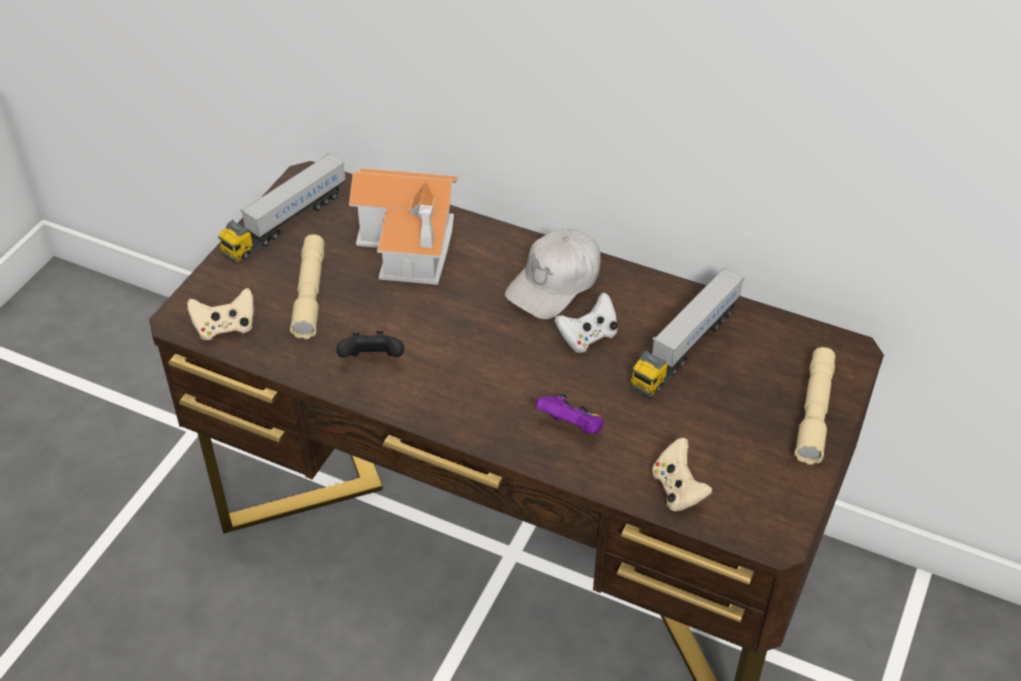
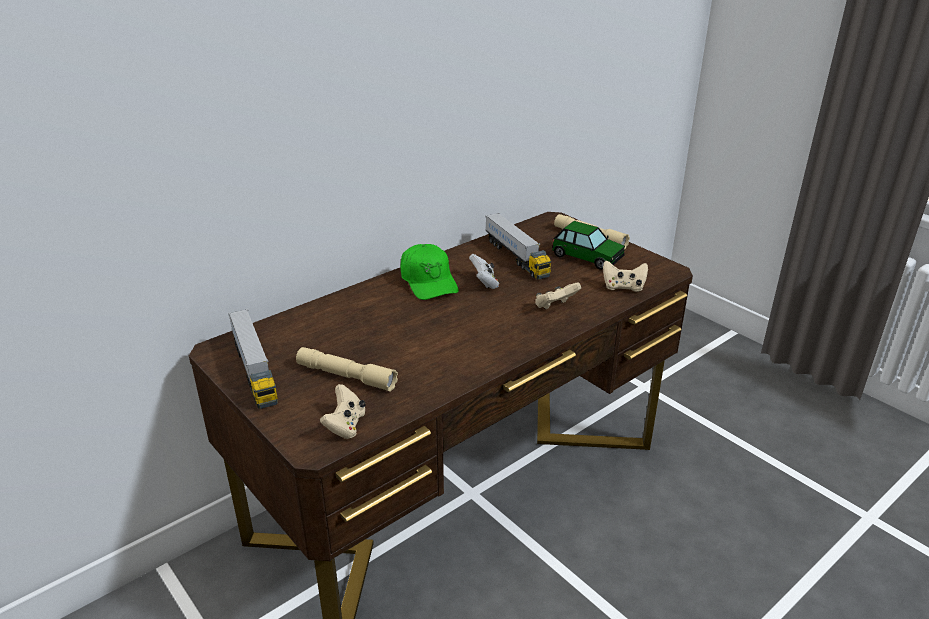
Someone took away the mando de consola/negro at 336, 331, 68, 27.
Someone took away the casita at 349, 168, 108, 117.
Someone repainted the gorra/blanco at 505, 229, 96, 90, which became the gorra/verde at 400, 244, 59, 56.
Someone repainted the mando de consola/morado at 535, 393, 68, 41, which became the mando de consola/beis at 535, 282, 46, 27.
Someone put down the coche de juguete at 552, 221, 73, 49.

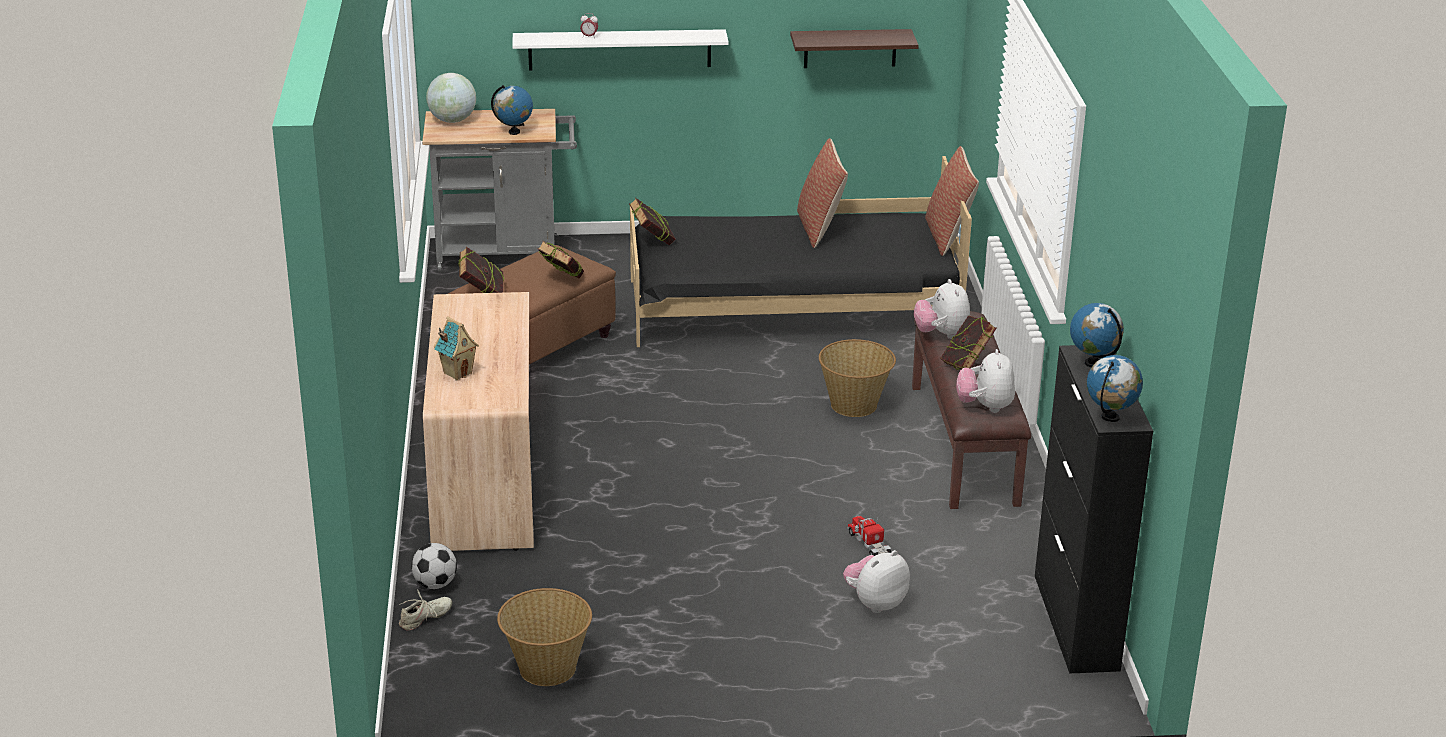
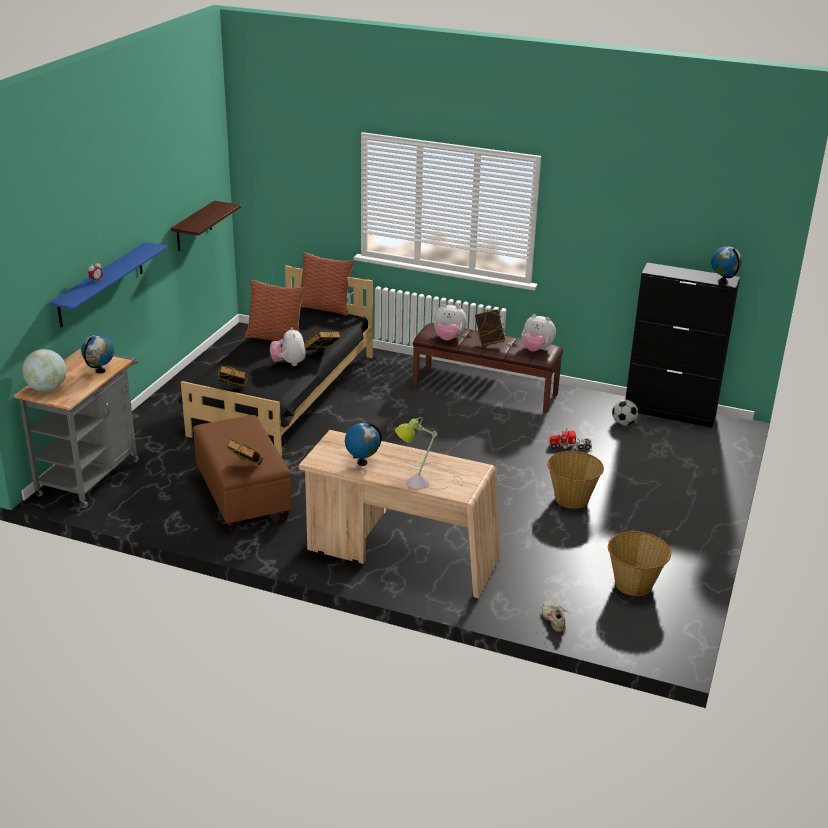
Someone carried the balón de fútbol from 412, 543, 45, 46 to 612, 400, 26, 26.
Someone swapped the casita at 434, 316, 45, 65 for the lámpara de mesa at 395, 417, 68, 72.
Someone repainted the estante/blanco at 512, 29, 217, 41, which became the estante/azul at 49, 242, 118, 85.
Someone carried the libro from 538, 241, 46, 38 to 304, 330, 37, 21.
Someone carried the cesta from 819, 339, 77, 78 to 547, 451, 57, 58.
Someone carried the peluche from 843, 550, 67, 63 to 270, 327, 36, 39.
Someone carried the globo terráqueo from 1070, 303, 54, 64 to 345, 423, 37, 43.

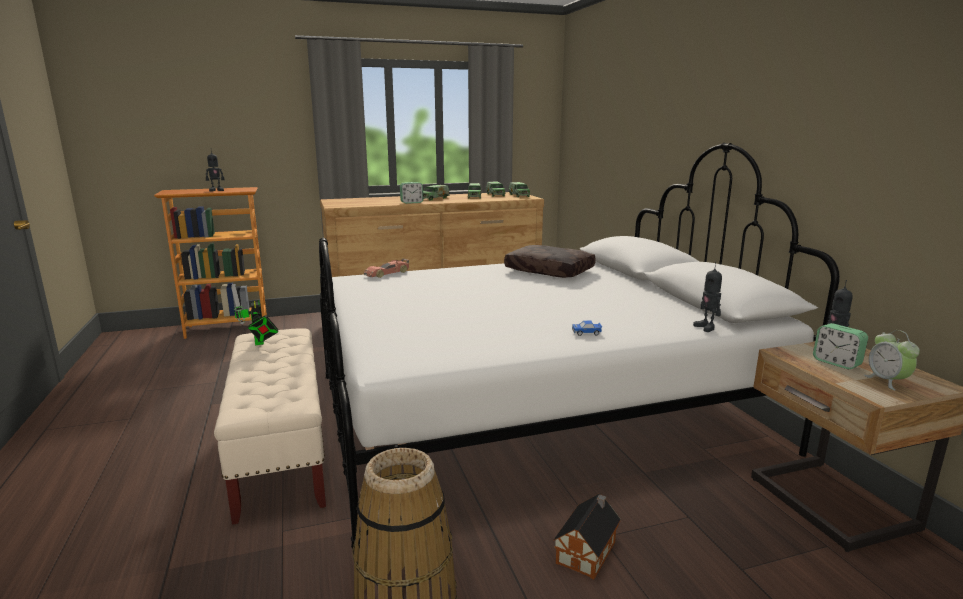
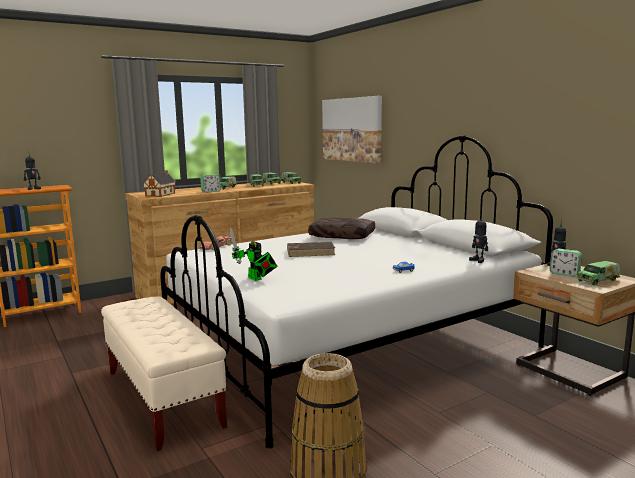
Someone carried the robot de juguete from 231, 284, 48, 61 to 229, 227, 48, 54.
Someone carried the casita from 553, 494, 68, 85 to 143, 171, 33, 26.
Someone swapped the despertador at 864, 330, 56, 61 for the camión de juguete at 577, 261, 43, 24.
Someone put down the libro/marrón at 287, 242, 48, 15.
Someone put up the cuadro at 322, 96, 60, 67.

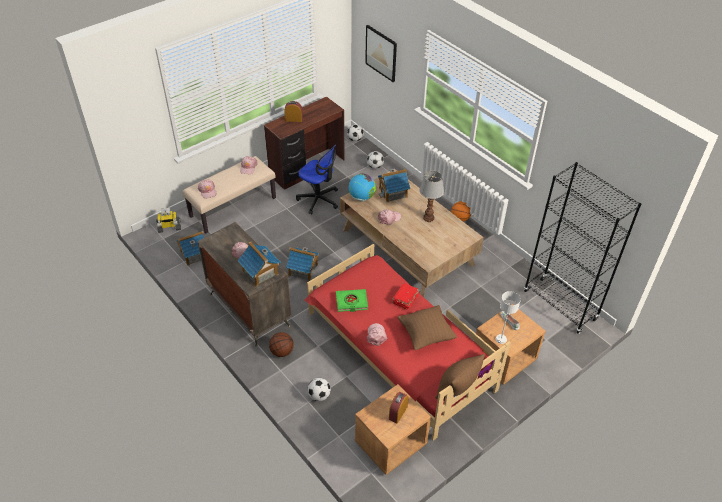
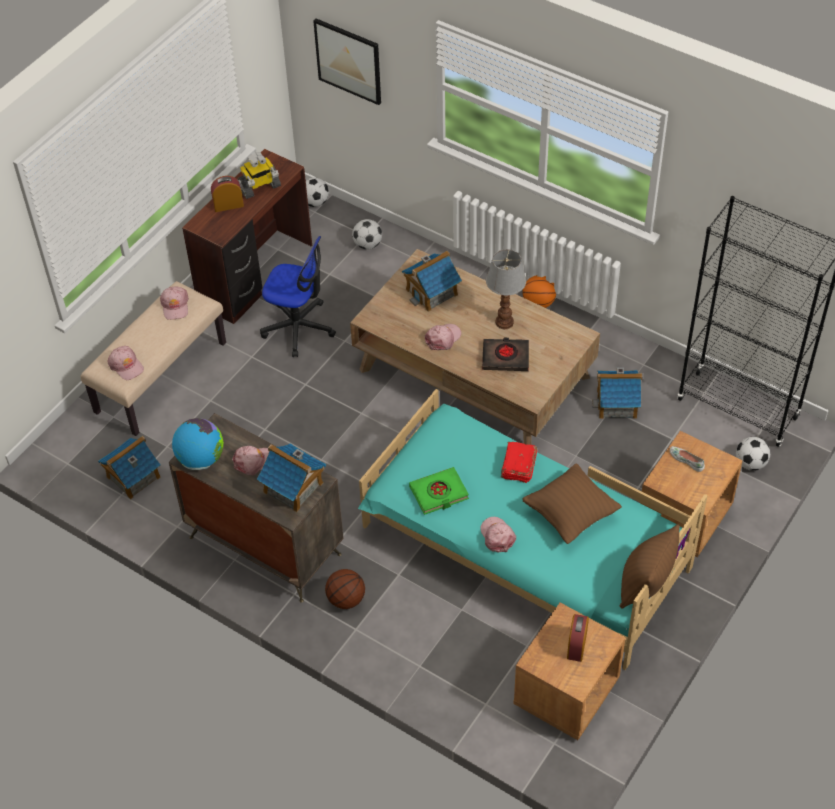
Someone carried the robot de juguete from 156, 208, 25, 25 to 237, 152, 44, 47.
Someone carried the casita from 286, 247, 33, 34 to 592, 368, 51, 51.
Someone repainted the cama/rojo at 305, 244, 206, 197, which became the cama/turquesa at 358, 389, 350, 281.
Someone carried the balón de fútbol from 307, 378, 24, 23 to 736, 437, 34, 34.
Someone carried the globo terráqueo from 349, 173, 27, 28 to 172, 418, 52, 52.
Someone took away the lámpara de mesa/gris at 496, 291, 25, 53.
Someone put down the libro/negro at 482, 338, 47, 33.

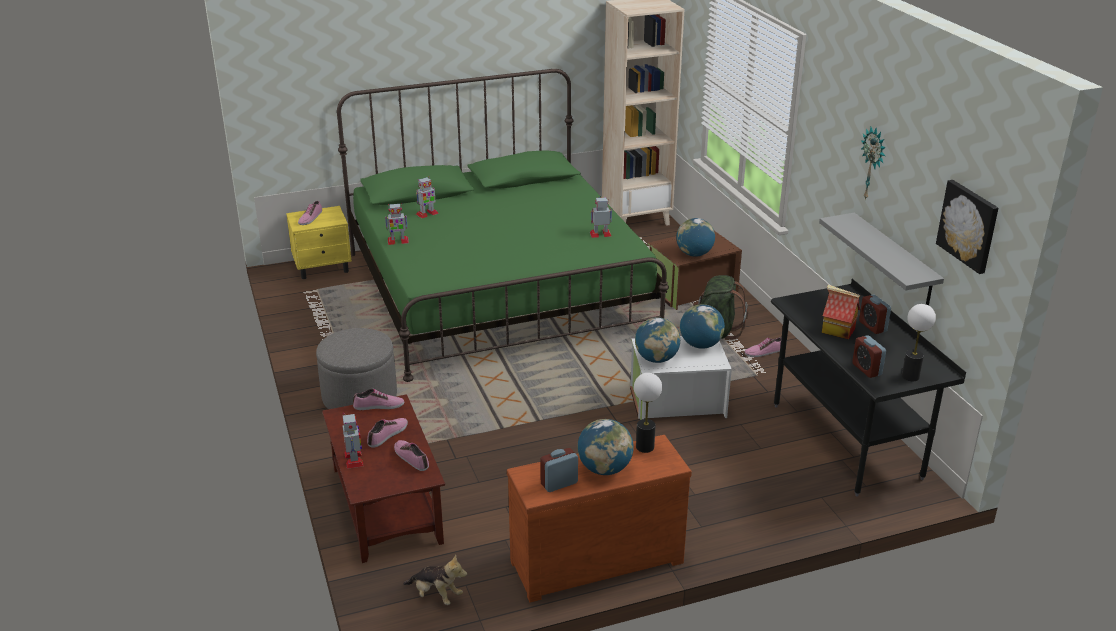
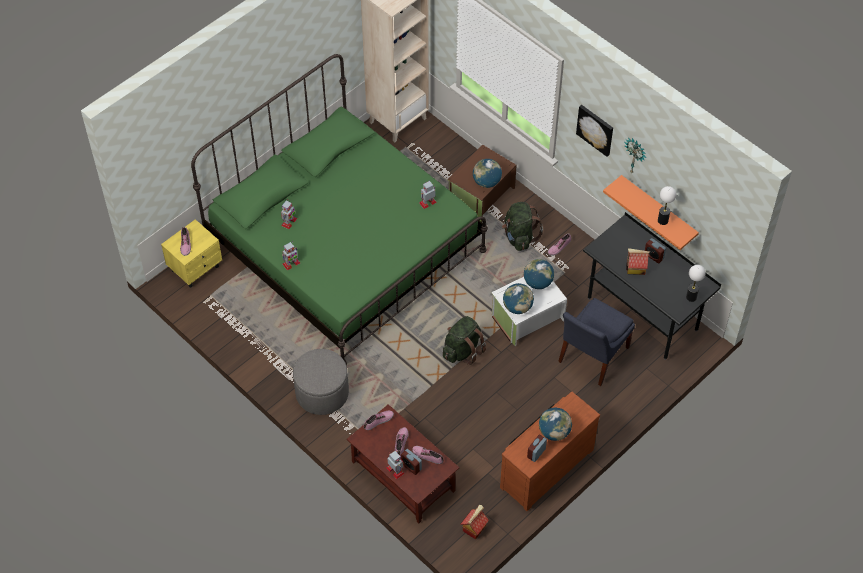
Someone swapped the peluche at 403, 554, 64, 51 for the casita at 461, 505, 28, 34.
Someone carried the lámpara de mesa from 634, 373, 28, 80 to 658, 186, 18, 39.
Someone repainted the estante/gris at 819, 213, 125, 92, which became the estante/naranja at 603, 175, 96, 75.
Someone carried the despertador from 852, 335, 34, 43 to 401, 449, 21, 26.
Someone carried the cuadro from 936, 180, 63, 94 to 576, 105, 37, 52.
Someone put down the mochila/verde at 443, 316, 43, 49.
Someone put down the silla/azul at 558, 298, 77, 88.

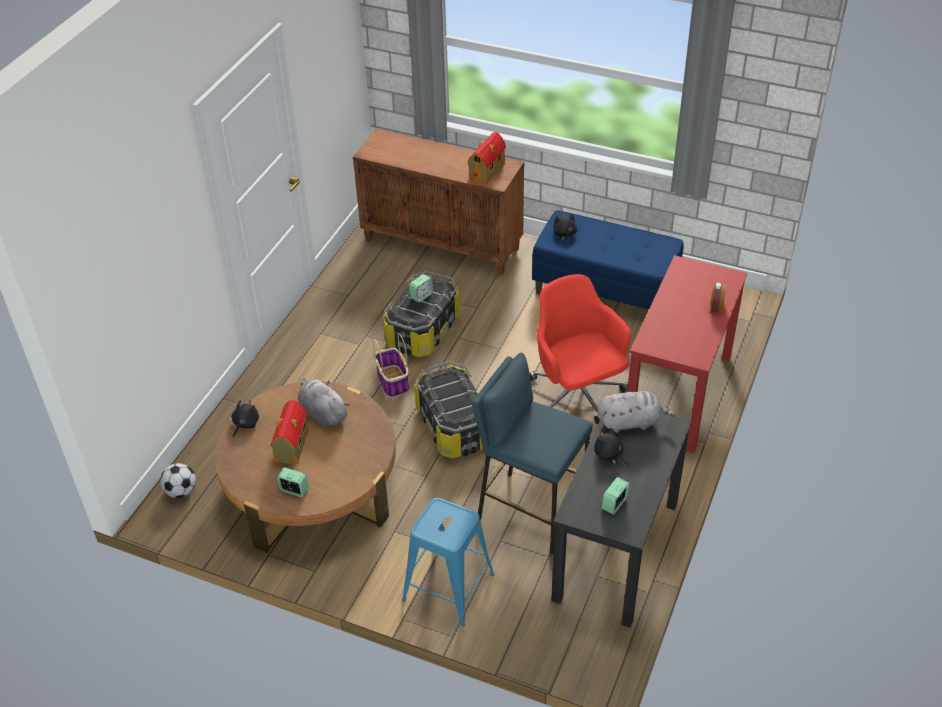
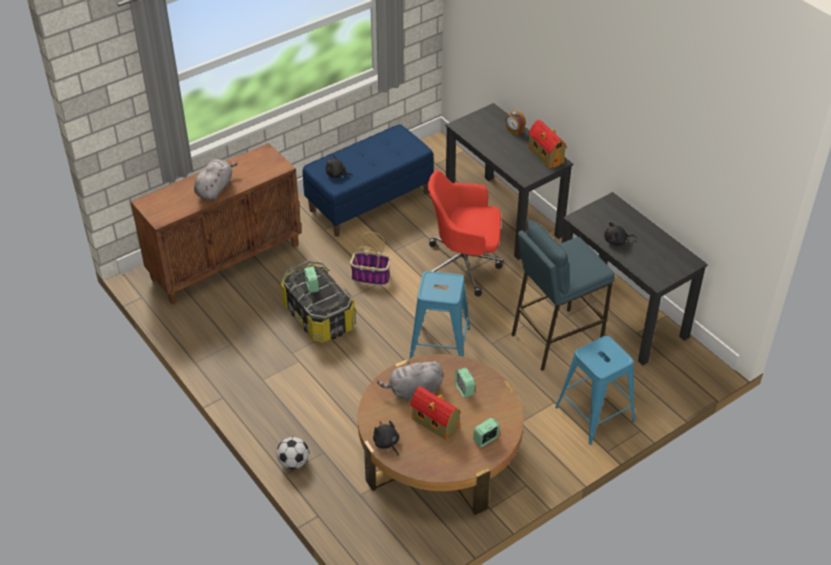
Someone carried the balón de fútbol from 160, 463, 36, 35 to 277, 437, 32, 32.
Someone carried the cesta from 373, 333, 36, 65 to 350, 232, 40, 53.
Someone swapped the caja de almacenaje at 414, 361, 69, 98 for the taburete/azul at 409, 271, 61, 88.
Someone carried the casita from 468, 132, 38, 52 to 528, 120, 39, 48.
Someone carried the peluche/gris from 598, 391, 77, 42 to 194, 159, 44, 41.
Someone carried the despertador from 602, 477, 27, 38 to 455, 368, 20, 30.
Someone repainted the escritorio/rojo at 627, 255, 120, 198, which became the escritorio/negro at 445, 103, 128, 157.

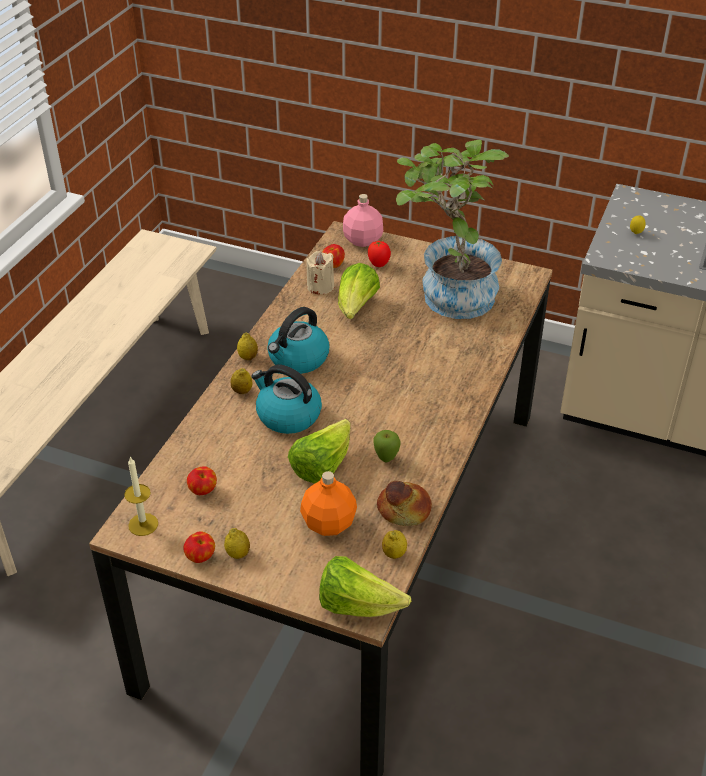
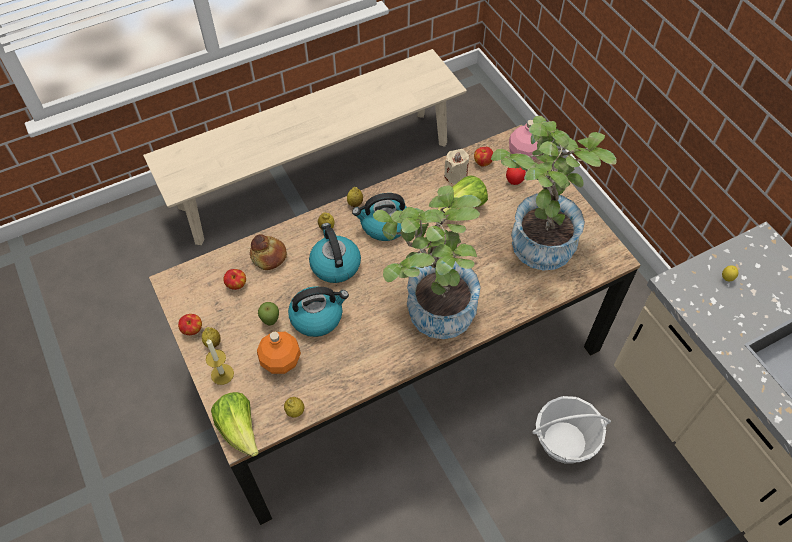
Someone carried the vela from 124, 456, 34, 80 to 206, 339, 28, 46.
Someone swapped the lechuga at 288, 419, 63, 65 for the hervidor at 288, 286, 61, 51.
Someone carried the manzana from 373, 430, 27, 32 to 258, 302, 21, 24.
Someone carried the pan from 377, 481, 55, 45 to 250, 234, 37, 36.
Someone put down the planta en maceta at 373, 185, 108, 154.
Someone put down the cesta at 532, 396, 79, 68.

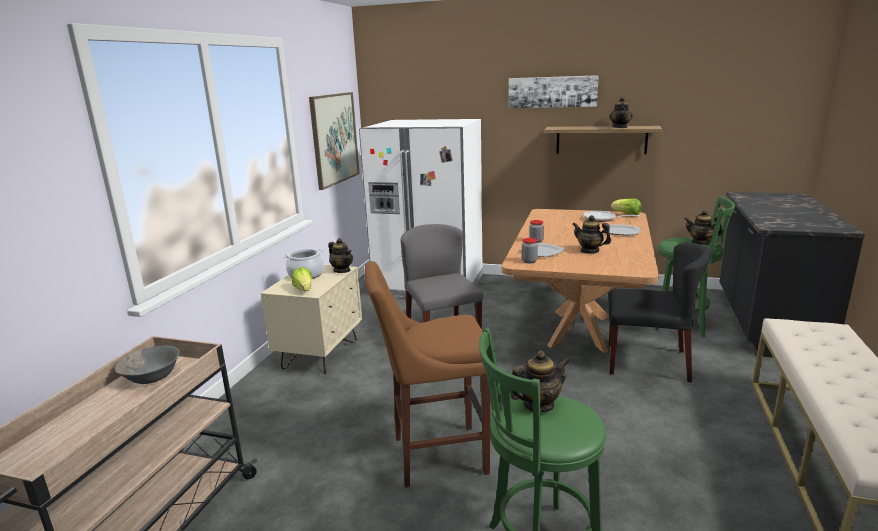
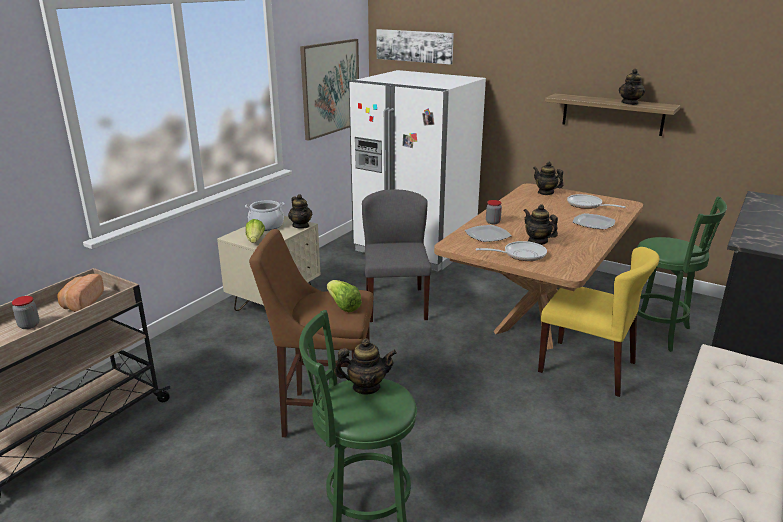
Someone swapped the cuenco/gris at 115, 346, 65, 38 for the pan at 57, 274, 47, 38.
Someone carried the cuadro from 509, 75, 90, 33 to 376, 29, 78, 36.
Someone carried the tarro from 522, 238, 16, 25 to 12, 296, 27, 33.
Someone repainted the silla/negro at 608, 243, 103, 140, which became the silla/amarillo at 538, 247, 121, 150.
Someone carried the lechuga from 611, 199, 30, 16 to 327, 280, 35, 32.
Someone carried the tetera from 685, 210, 38, 35 to 533, 162, 31, 33.
Someone put down the sartén at 476, 241, 71, 20.

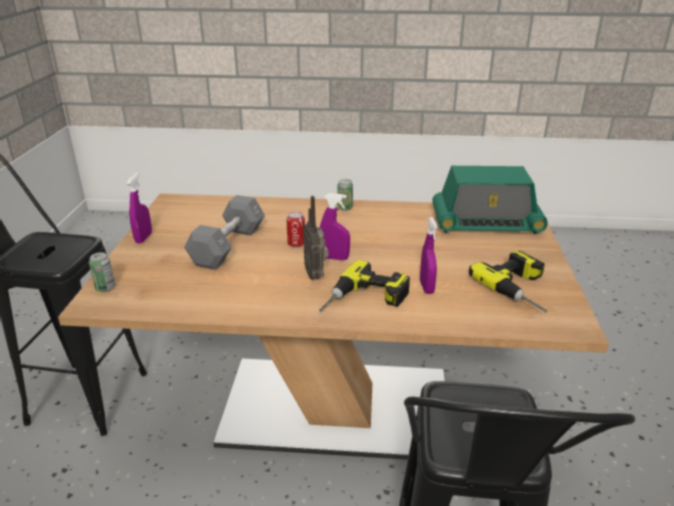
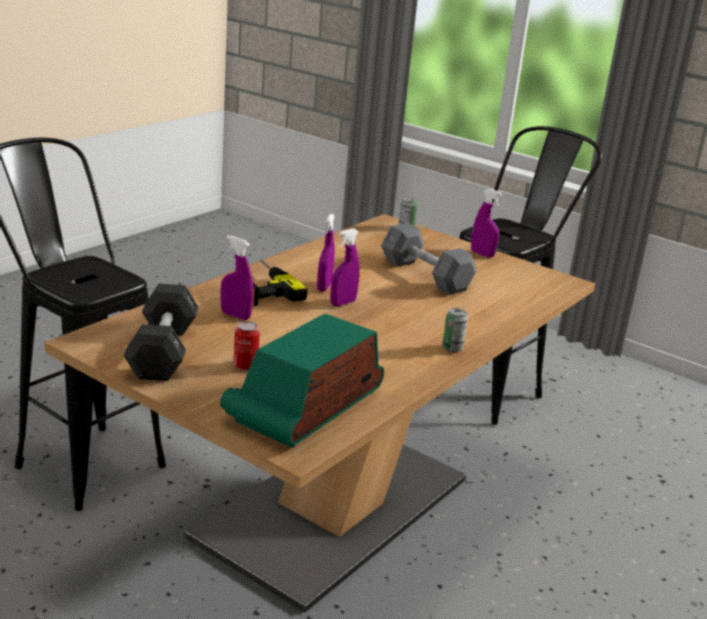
Someone carried the lata from 287, 211, 18, 36 to 234, 321, 26, 49.
Someone swapped the radio at 303, 196, 26, 84 for the pulverizador/morado at 317, 214, 18, 77.
Someone swapped the taladro at 469, 251, 78, 61 for the mancuerna/negro at 124, 284, 75, 97.

